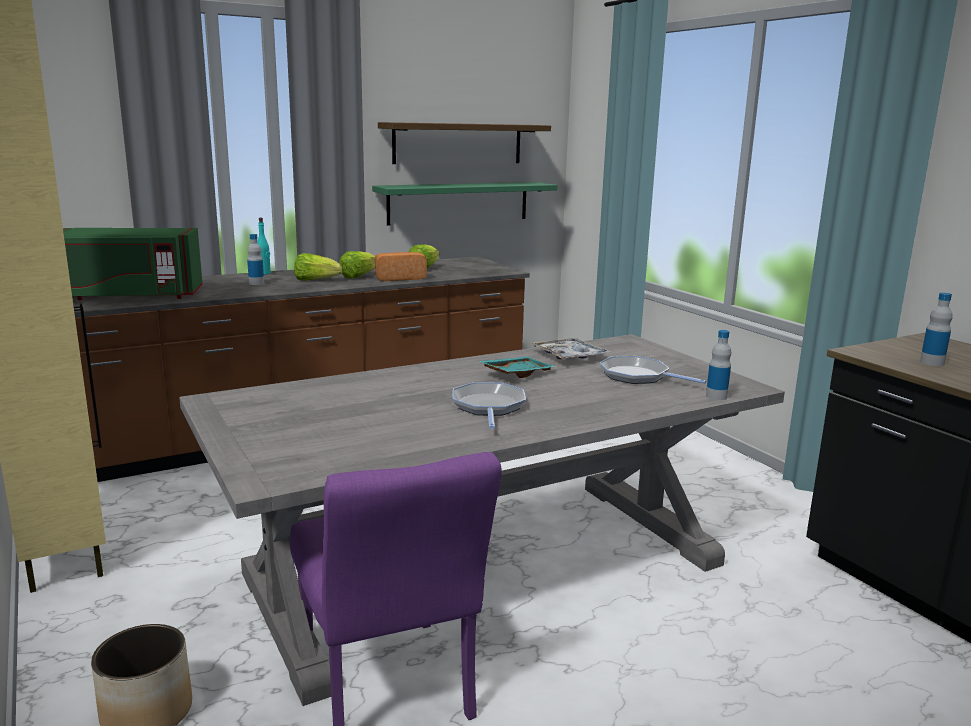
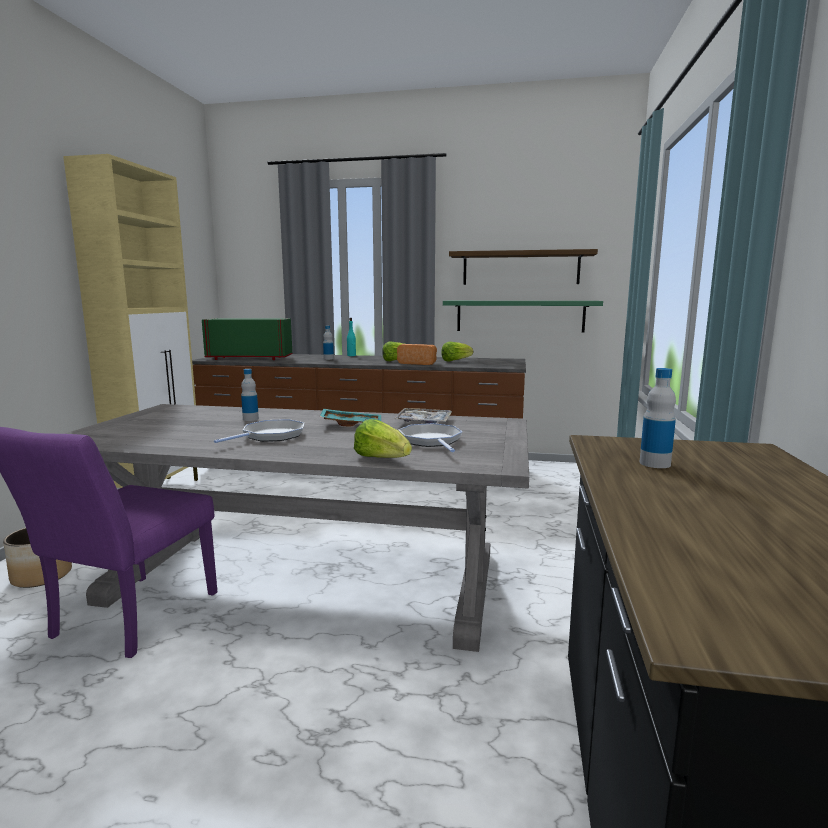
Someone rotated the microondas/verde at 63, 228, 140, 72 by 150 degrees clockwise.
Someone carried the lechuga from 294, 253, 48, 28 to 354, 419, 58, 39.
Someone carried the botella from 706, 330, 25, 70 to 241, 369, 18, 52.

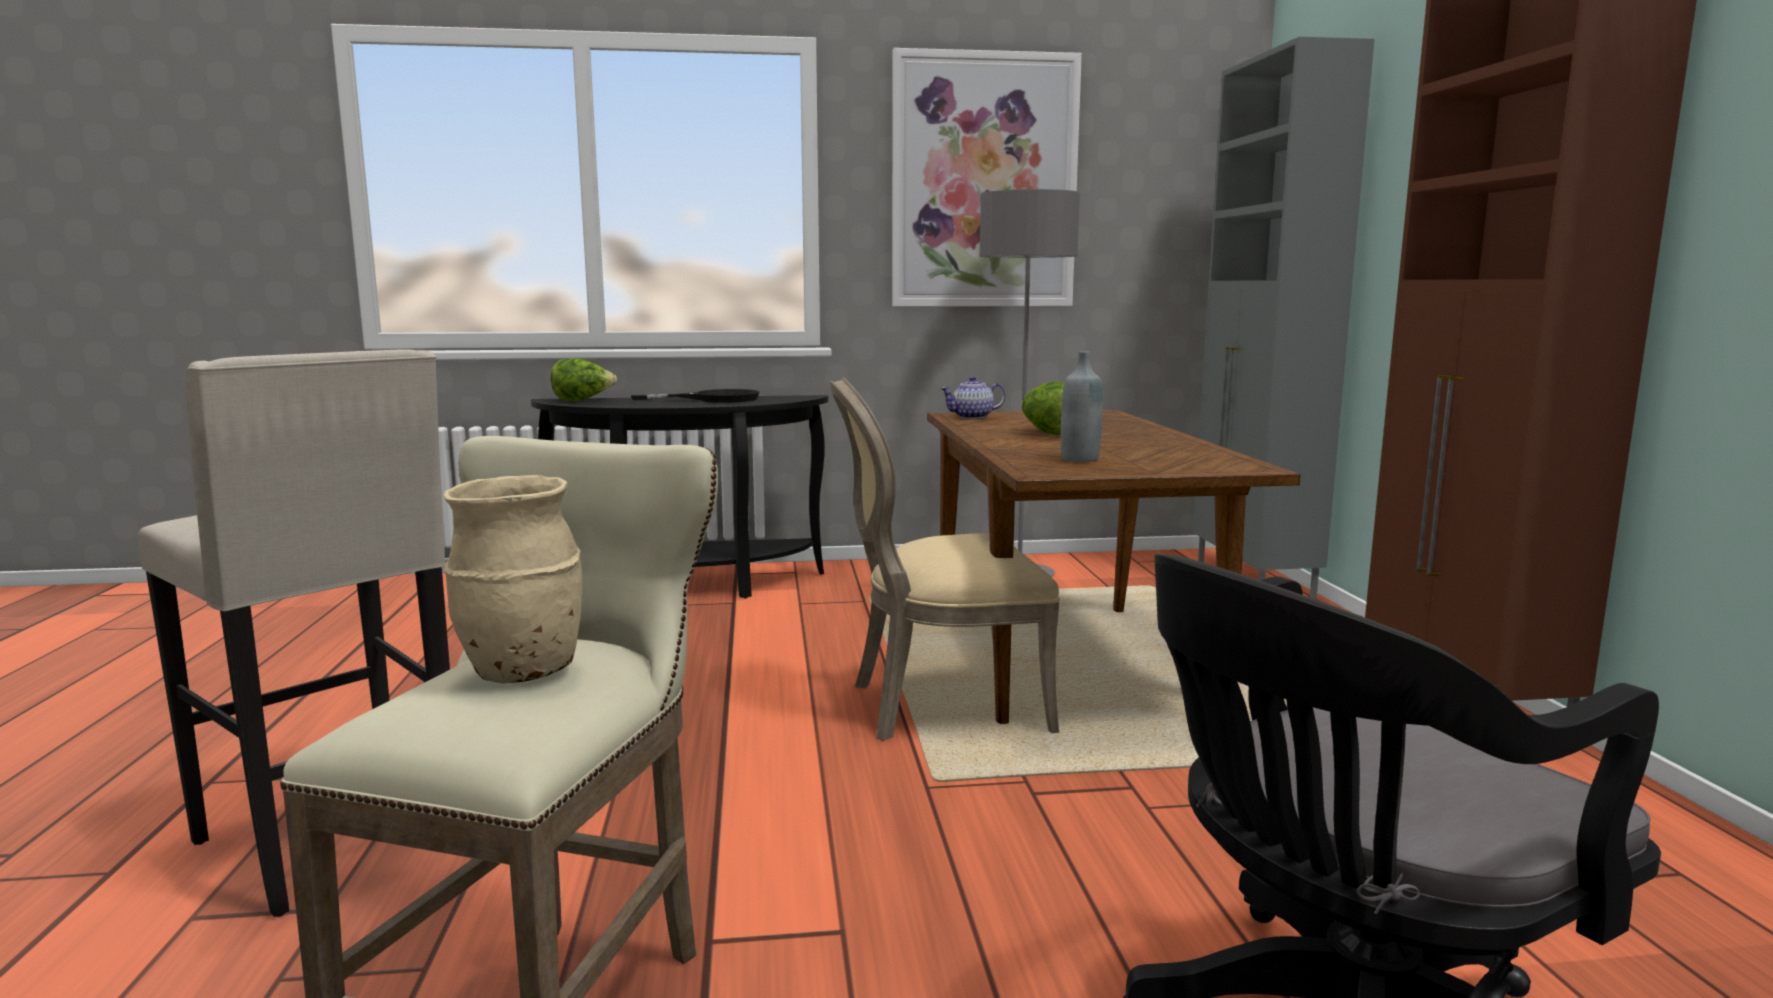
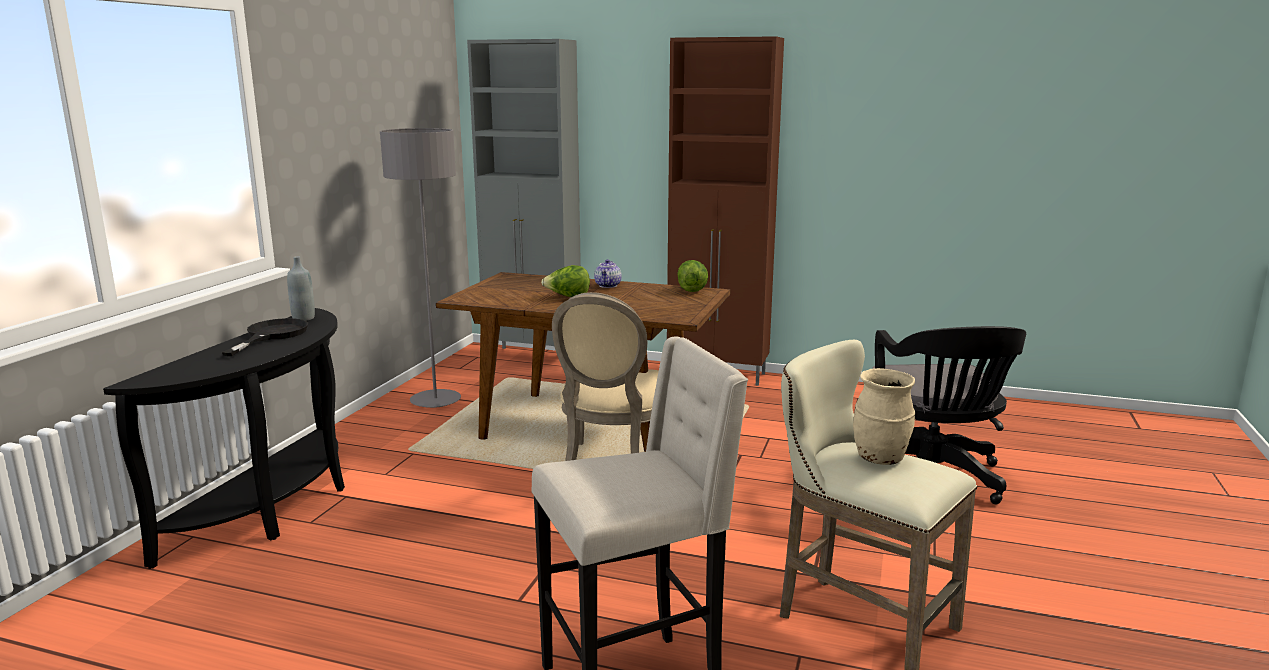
Someone carried the lechuga from 551, 358, 66, 43 to 677, 260, 31, 32.
Someone took away the cuadro at 892, 48, 190, 259.
Someone carried the tetera from 940, 376, 65, 43 to 594, 259, 28, 29.
Someone carried the botella/gris from 1061, 351, 42, 111 to 287, 256, 28, 65.

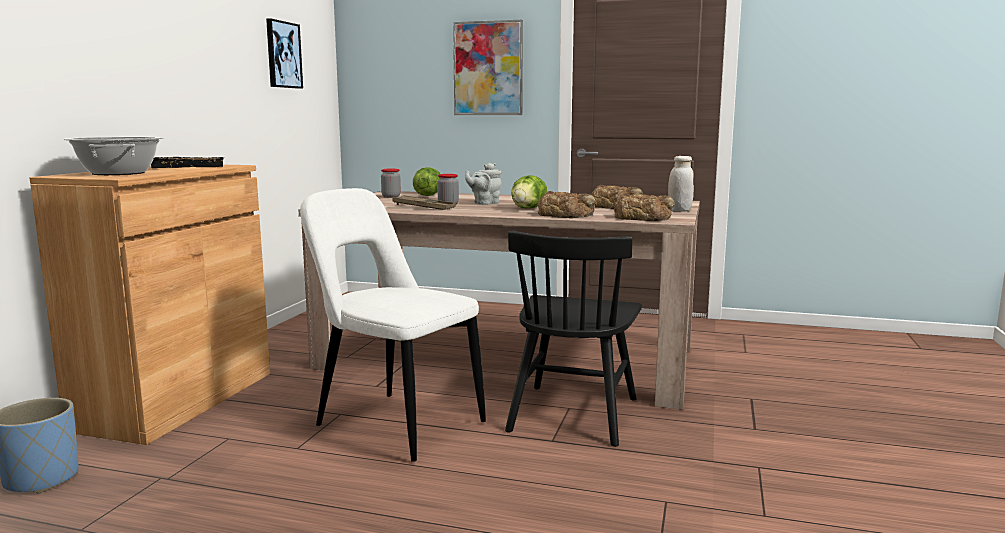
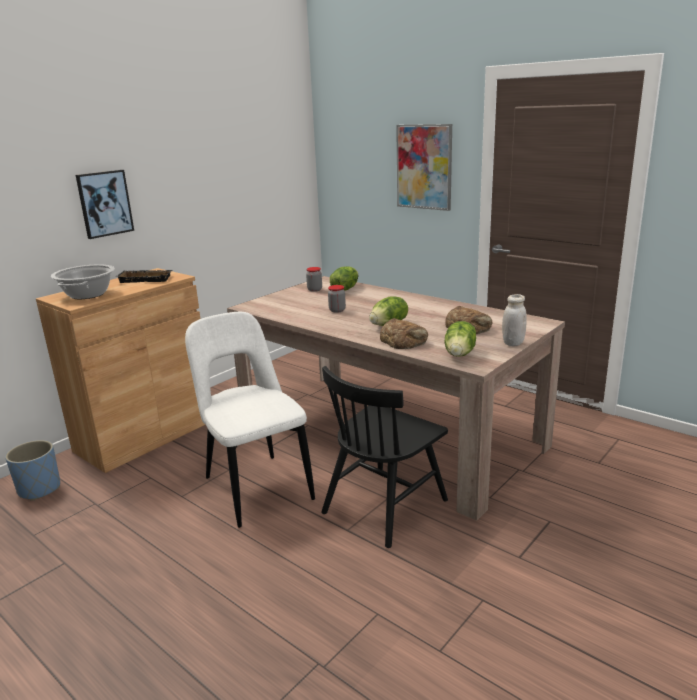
Someone carried the cuadro from 266, 18, 37, 71 to 76, 170, 58, 69.
Someone took away the bandeja/marrón at 393, 195, 63, 15.
Someone took away the tetera/gris at 465, 163, 37, 42.
Someone swapped the pan at 614, 193, 61, 28 for the lechuga at 444, 321, 32, 36.

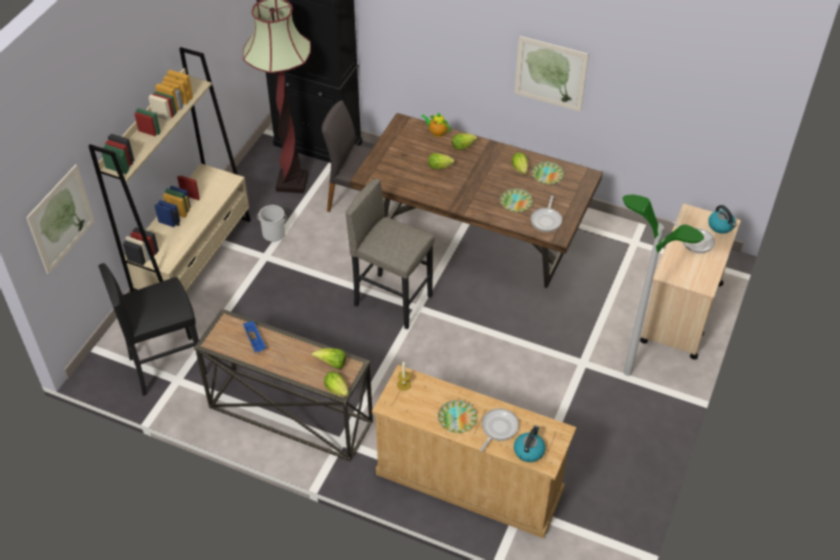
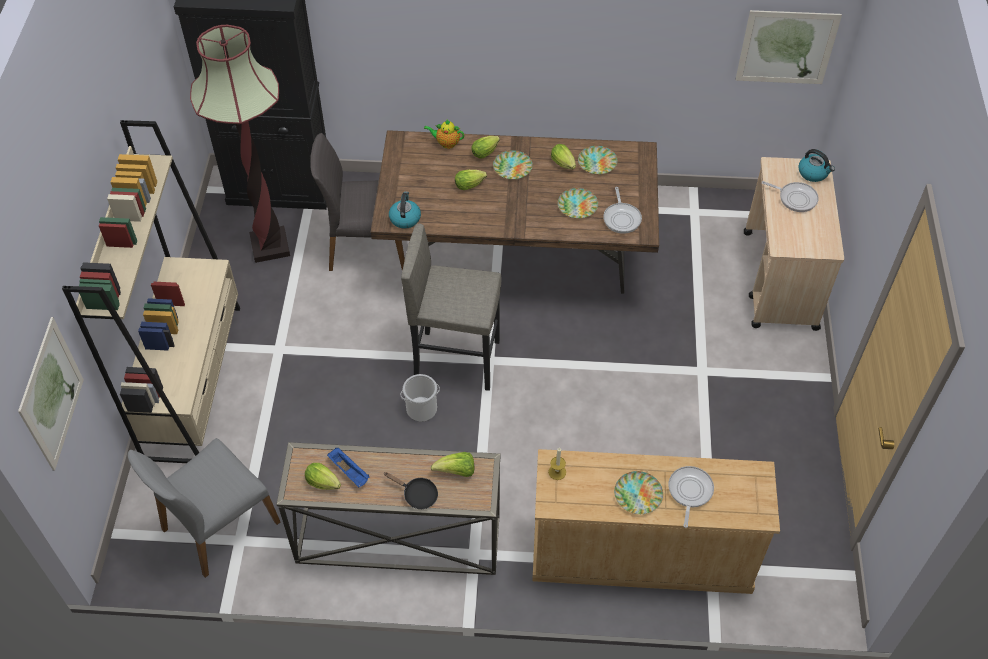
Someone swapped the taburete/negro at 98, 263, 109, 133 for the silla/gris at 128, 438, 152, 140.
Someone carried the cubo from 257, 205, 30, 37 to 401, 374, 39, 48.
Someone carried the lechuga from 324, 372, 25, 25 to 305, 463, 36, 27.
Someone carried the hervidor from 514, 425, 32, 37 to 389, 191, 32, 38.
Someone carried the cuadro from 515, 36, 74, 76 to 736, 10, 106, 74.
Someone took away the lámpara de pie at 622, 195, 82, 181.
Someone put down the sartén/negro at 384, 472, 54, 37.
Someone put down the plato at 493, 150, 40, 30.

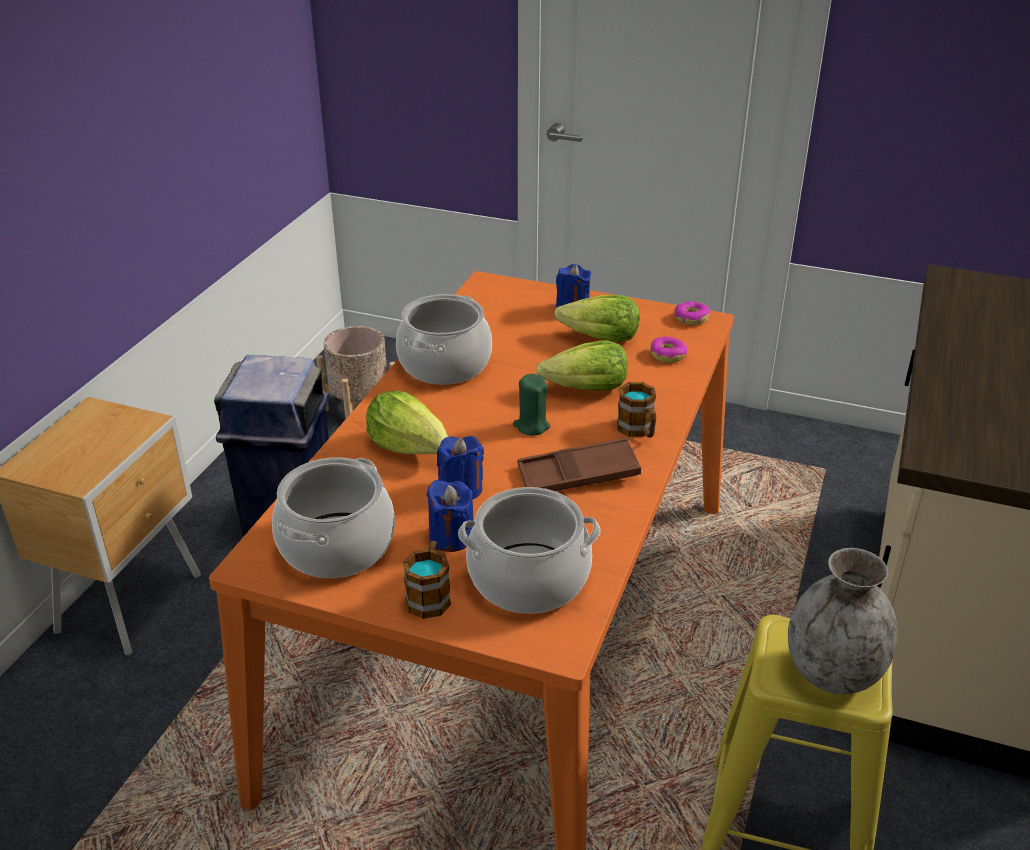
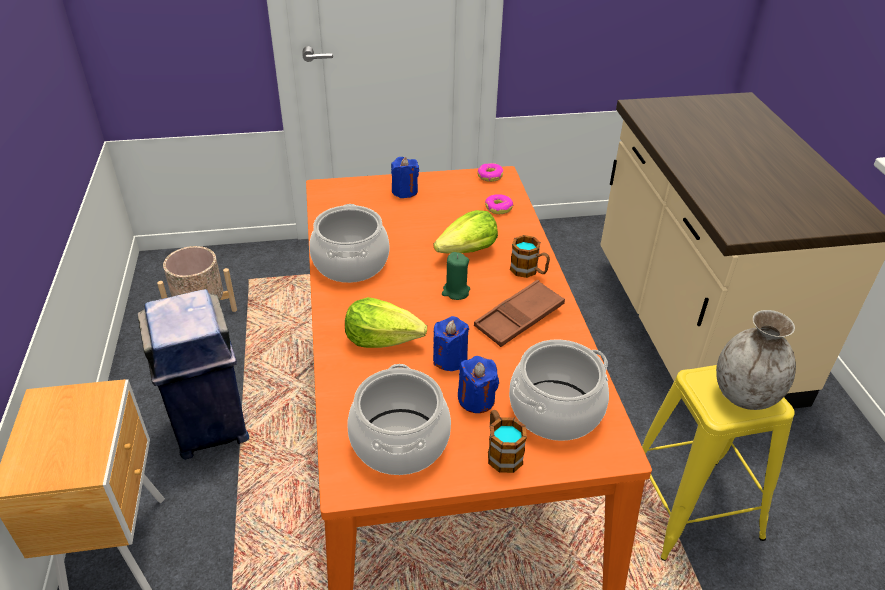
Someone took away the lechuga at 554, 295, 86, 47.

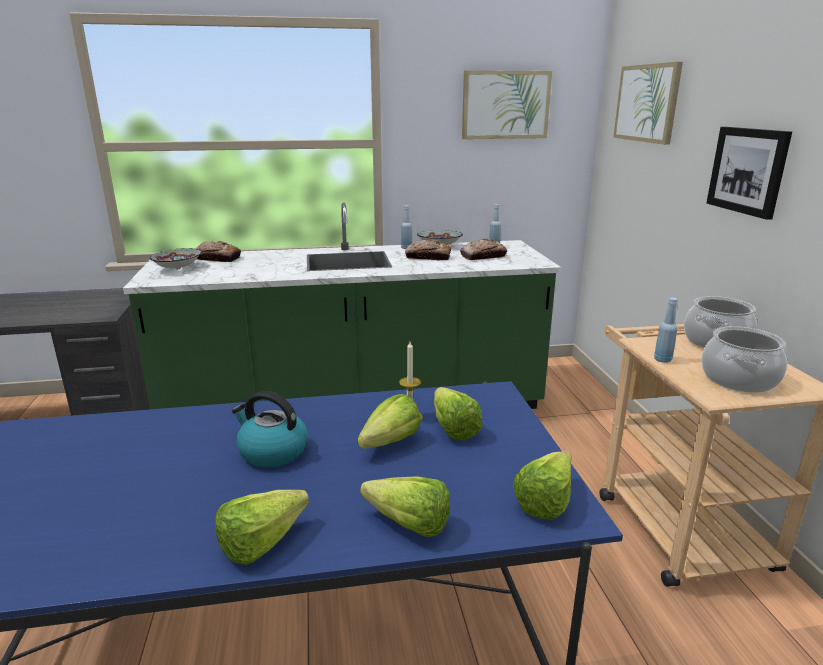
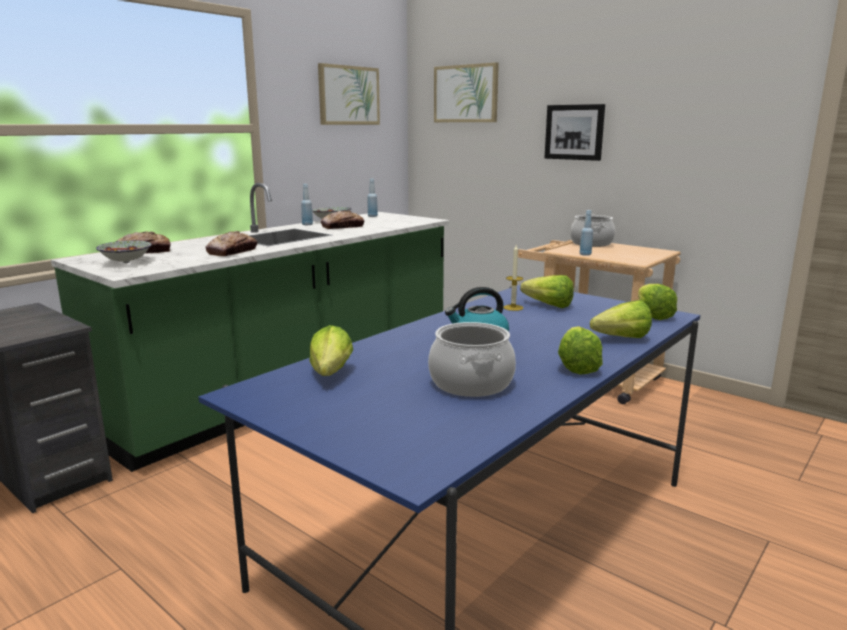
Someone carried the lechuga from 358, 394, 62, 54 to 309, 325, 44, 51.
Someone carried the pan from 460, 239, 47, 21 to 205, 231, 53, 25.
Someone carried the olla from 702, 326, 85, 67 to 428, 322, 88, 75.

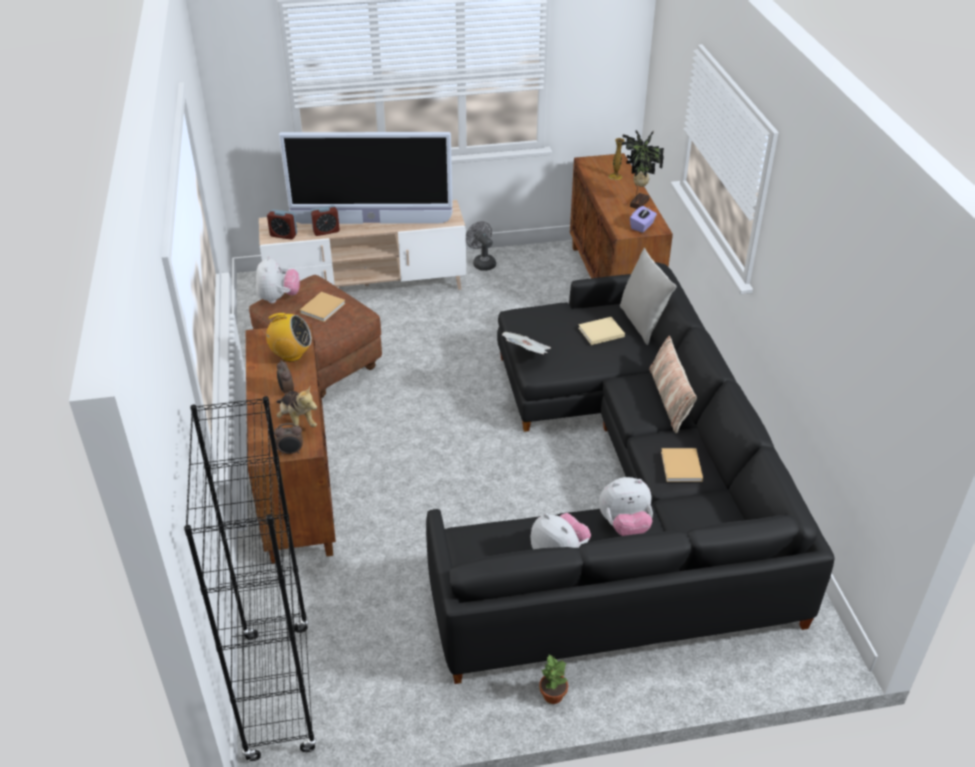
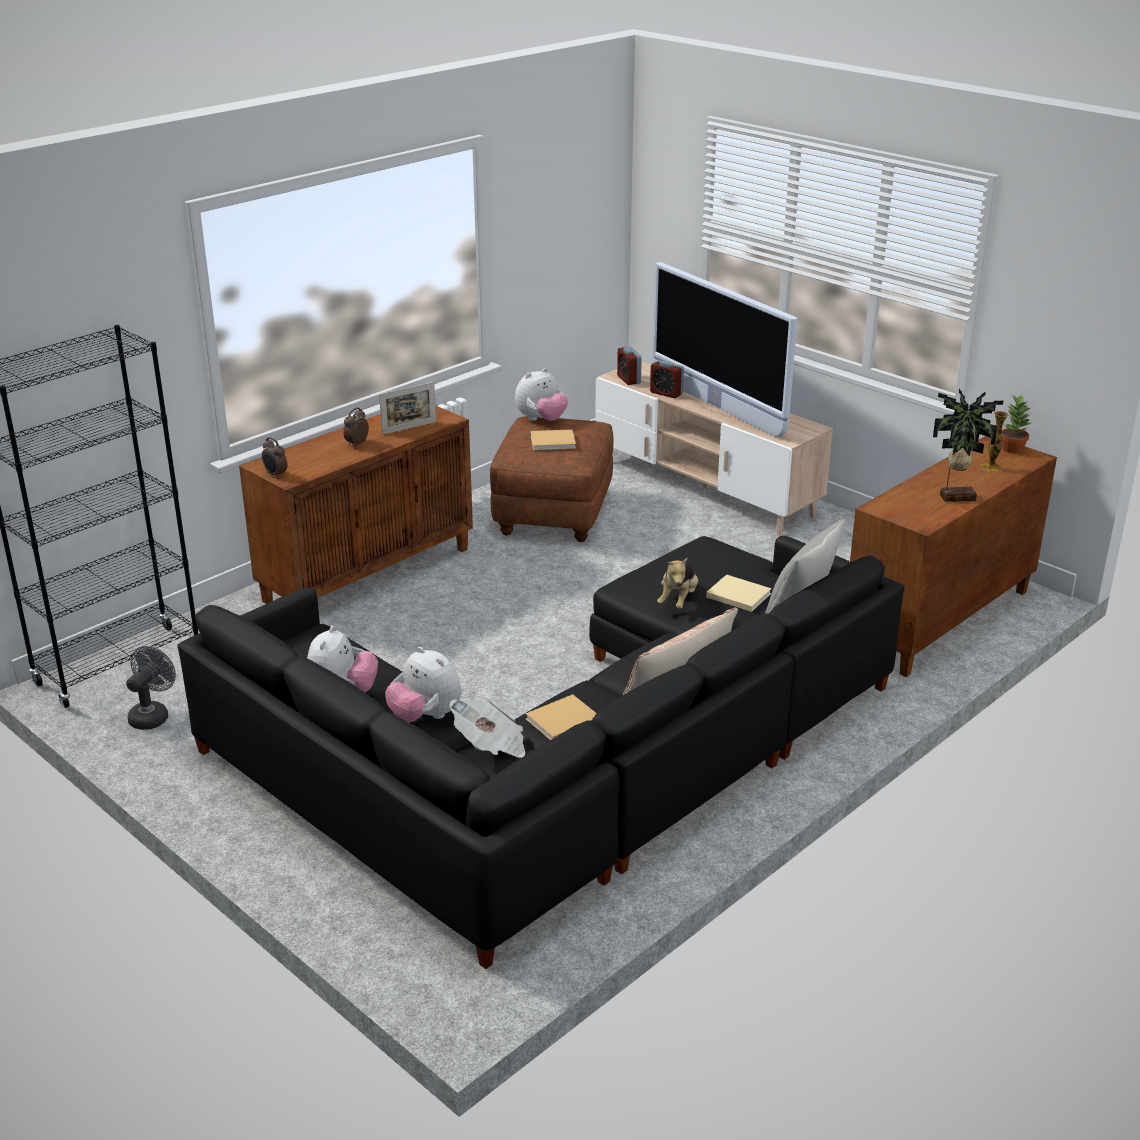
Someone swapped the radio at 263, 313, 49, 49 for the portarretratos at 379, 382, 57, 53.
Someone carried the peluche from 277, 387, 40, 40 to 657, 558, 41, 51.
Someone carried the ventilador/gris from 466, 221, 30, 50 to 126, 646, 50, 84.
Someone carried the periódico from 502, 332, 49, 22 to 449, 696, 76, 62.
Someone carried the planta en maceta from 539, 655, 29, 49 to 1002, 395, 29, 58.
Someone took away the caja de pañuelos/morado at 630, 206, 27, 27.

